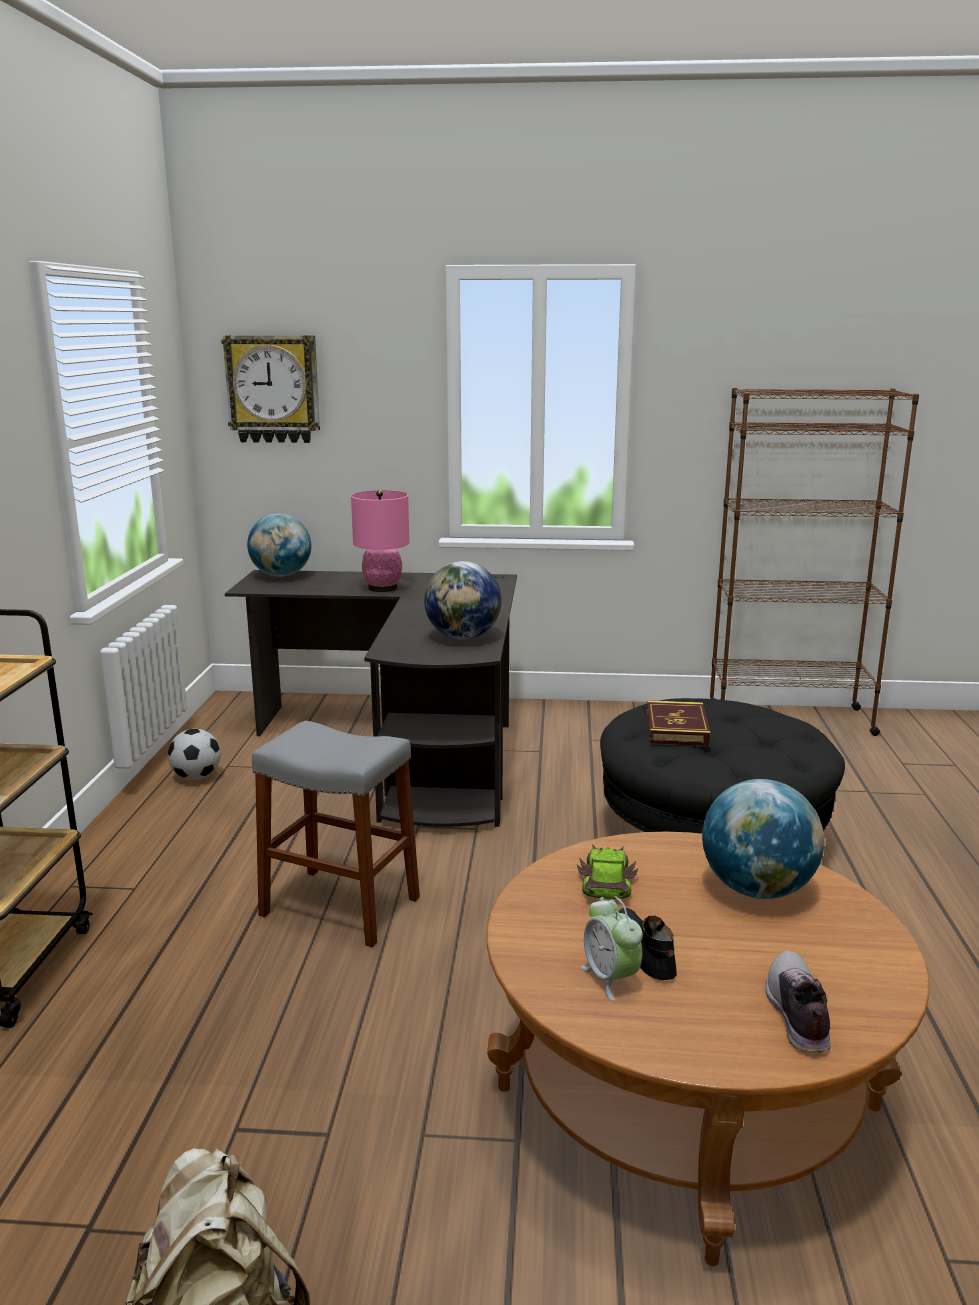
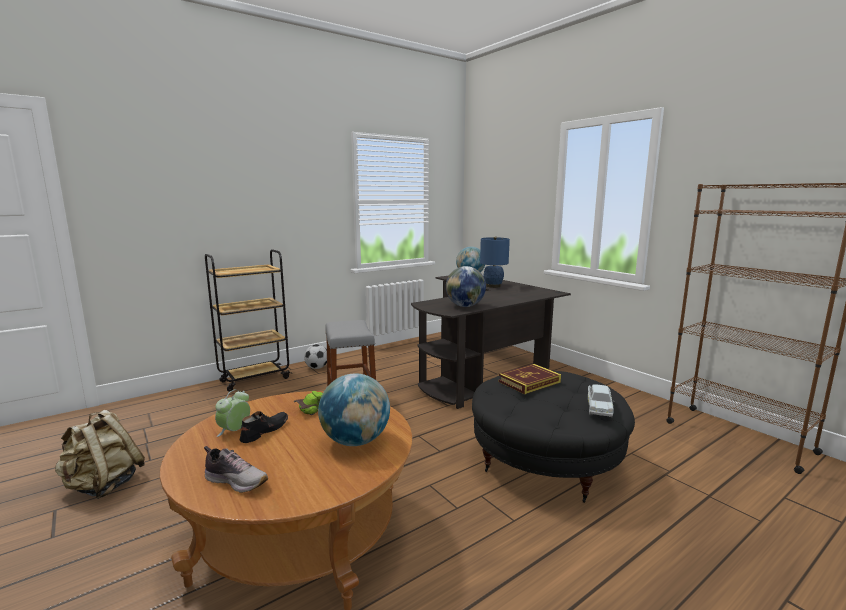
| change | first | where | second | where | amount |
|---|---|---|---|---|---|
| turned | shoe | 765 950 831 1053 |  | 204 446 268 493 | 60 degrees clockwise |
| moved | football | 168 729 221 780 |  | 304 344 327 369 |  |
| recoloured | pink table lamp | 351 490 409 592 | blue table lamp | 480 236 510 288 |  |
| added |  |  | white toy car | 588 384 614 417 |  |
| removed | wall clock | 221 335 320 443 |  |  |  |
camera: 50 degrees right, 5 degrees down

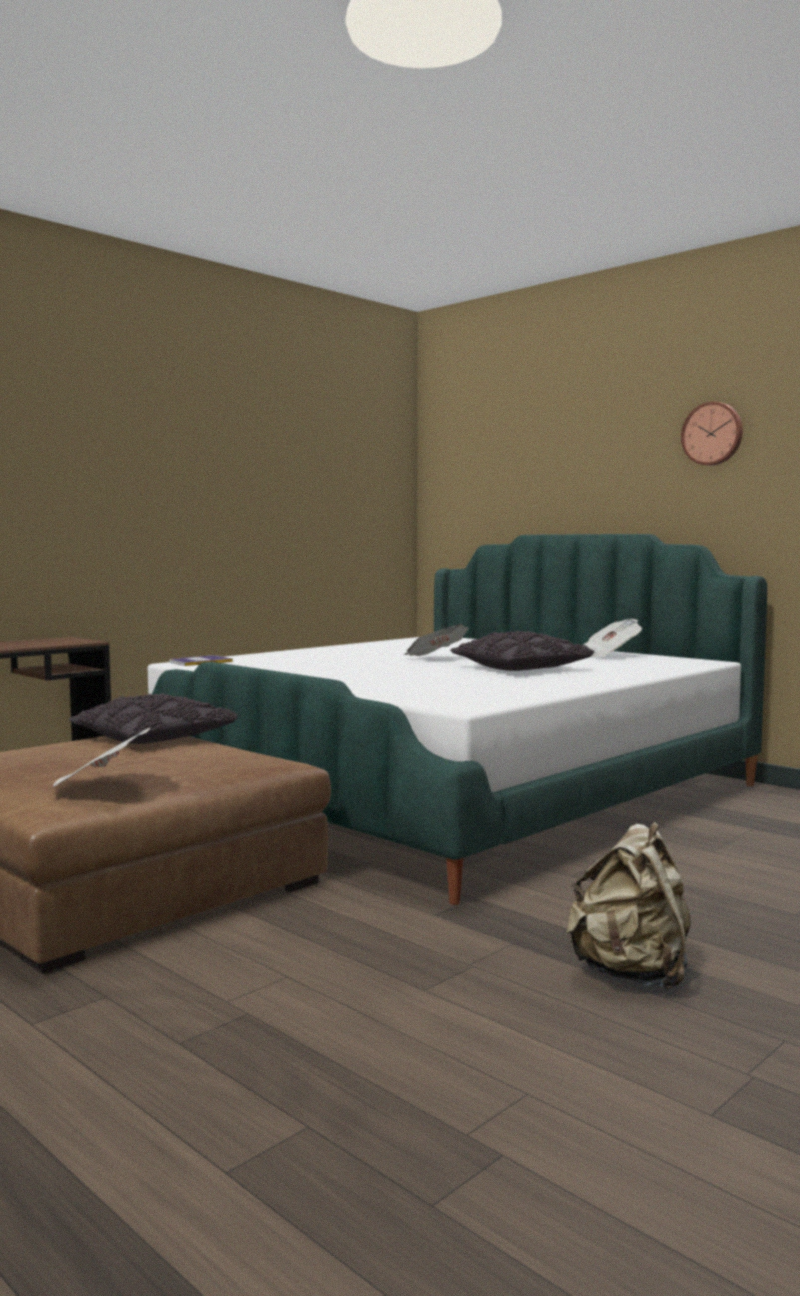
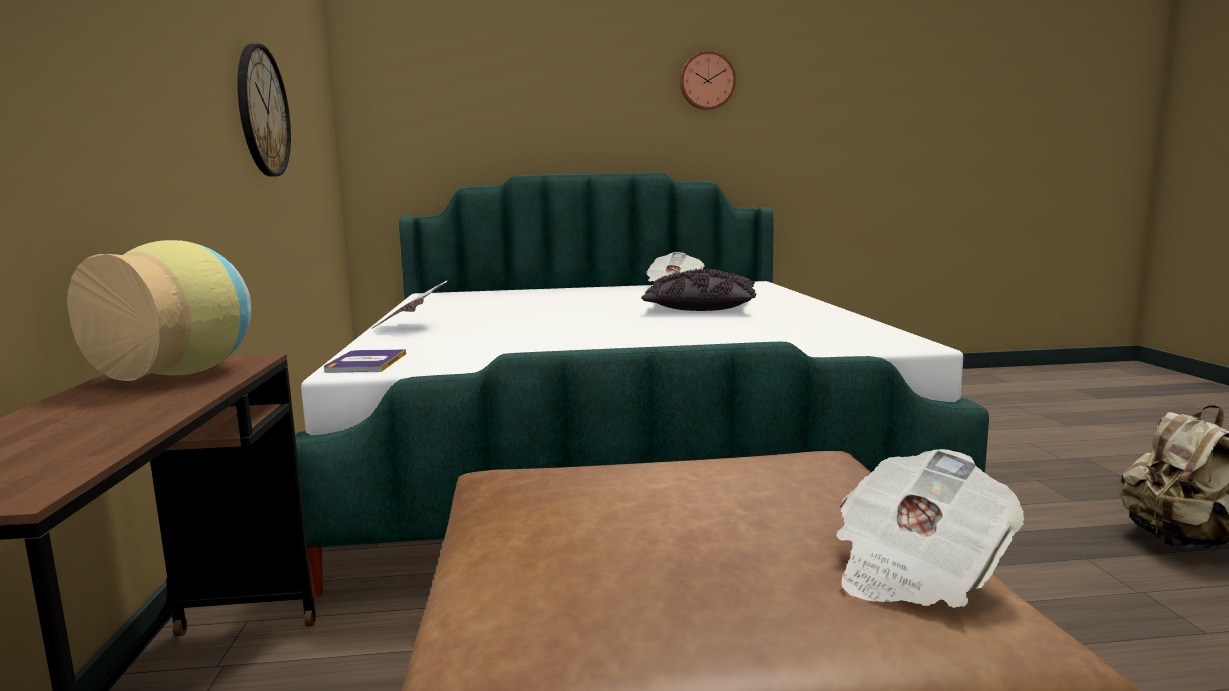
| change | first | where | second | where | amount |
|---|---|---|---|---|---|
| added |  |  | vase | 67 240 251 381 |  |
| added |  |  | wall clock | 237 44 291 177 |  |
| moved | newspaper | 404 624 469 656 |  | 372 280 448 328 |  |
| removed | black pillow | 69 693 238 744 |  |  |  |
camera: 50 degrees left, 5 degrees up

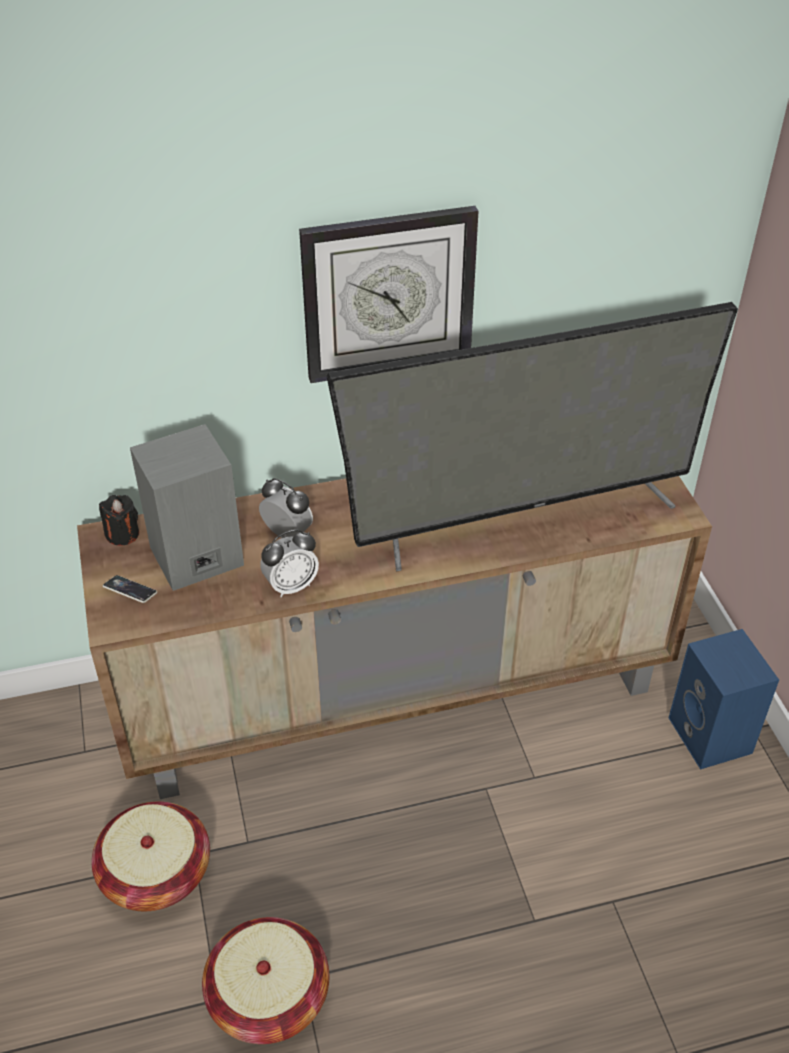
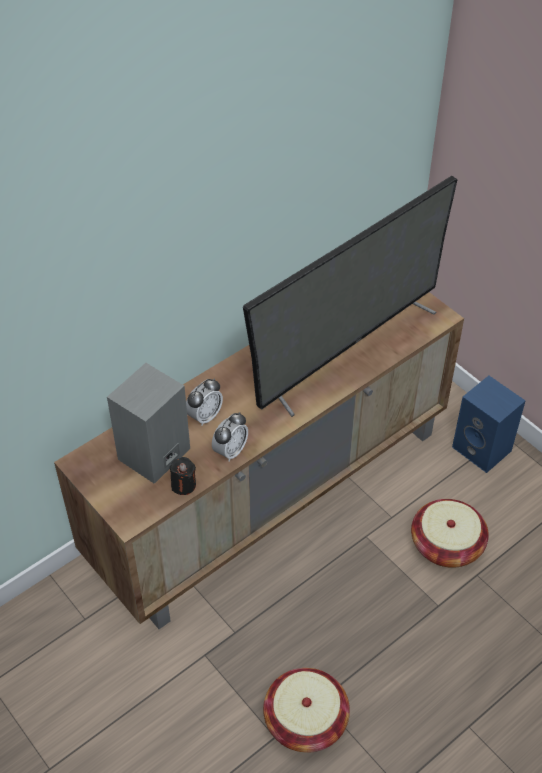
| change | first | where | second | where | amount |
|---|---|---|---|---|---|
| moved | black candle | 99 495 139 546 |  | 170 457 196 495 |  |
| turned | alarm clock | 259 478 313 538 |  | 186 378 223 426 | 120 degrees clockwise |
| moved | basket | 91 801 210 911 |  | 411 499 489 568 |  |
| removed | phone | 103 575 157 603 |  |  |  |
| removed | wall clock | 299 206 479 383 |  |  |  |
camera: 25 degrees left, 5 degrees up

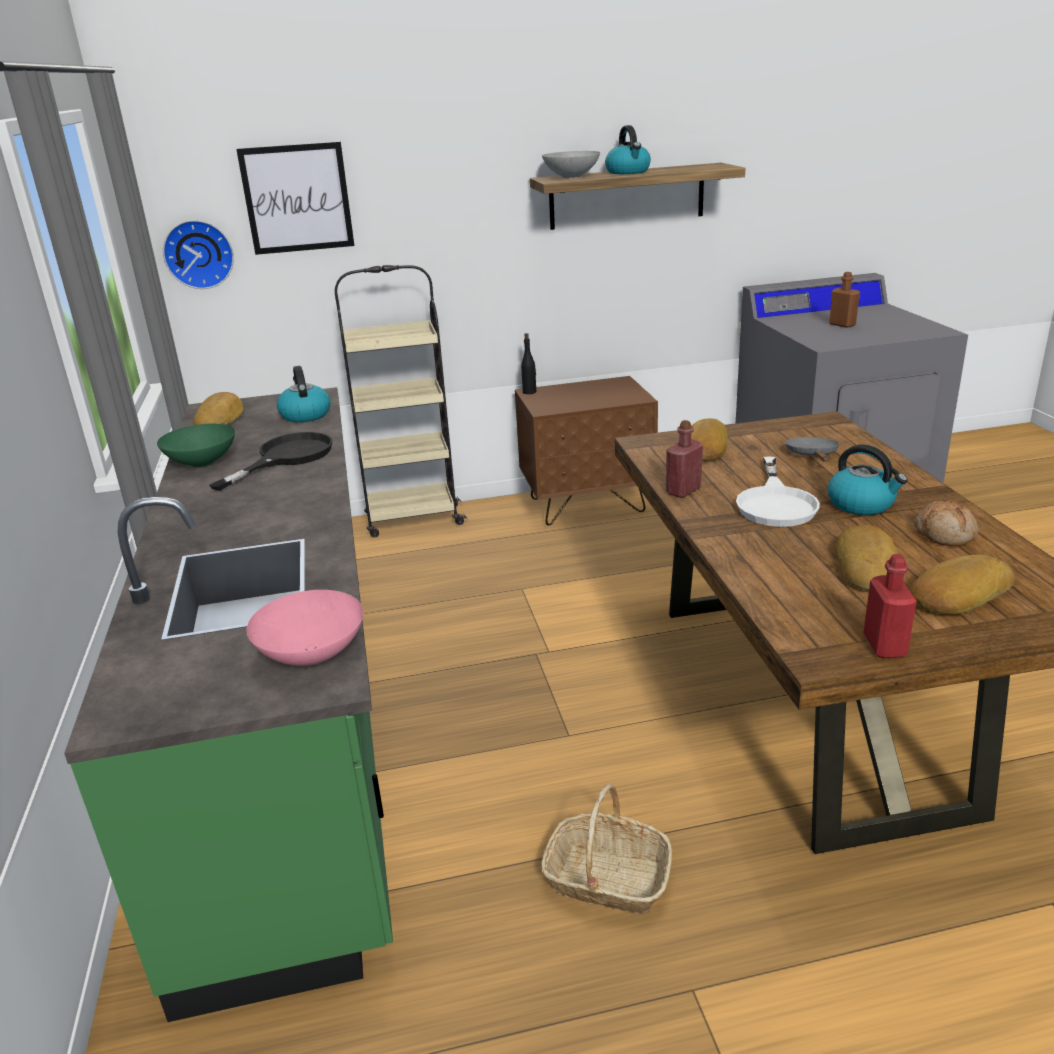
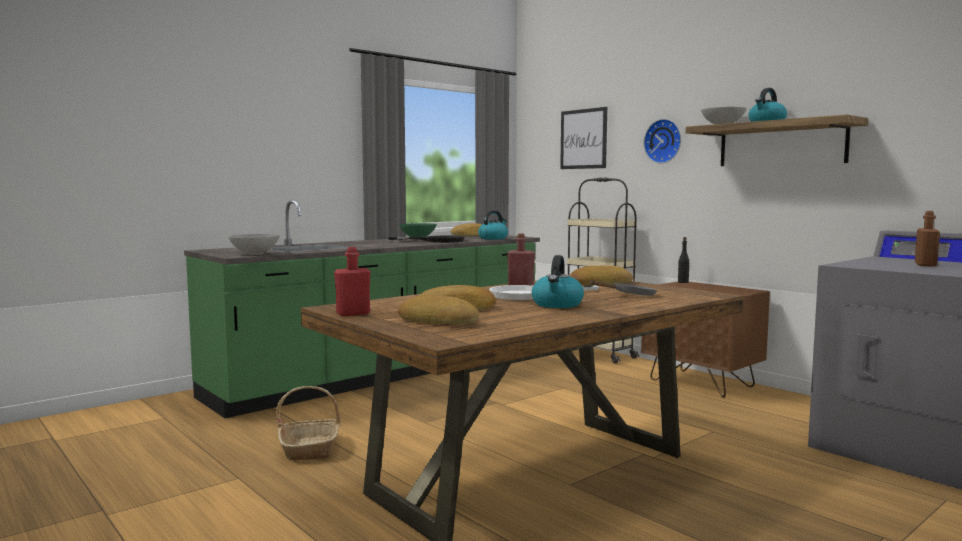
| change | first | where | second | where | amount |
|---|---|---|---|---|---|
| recoloured | pink bowl | 246 590 363 666 | grey bowl | 228 234 280 255 |  |
| moved | wall clock | 163 220 234 289 |  | 644 119 681 164 |  |
| removed | bread | 914 500 978 546 |  |  |  |
camera: 60 degrees right, 20 degrees down

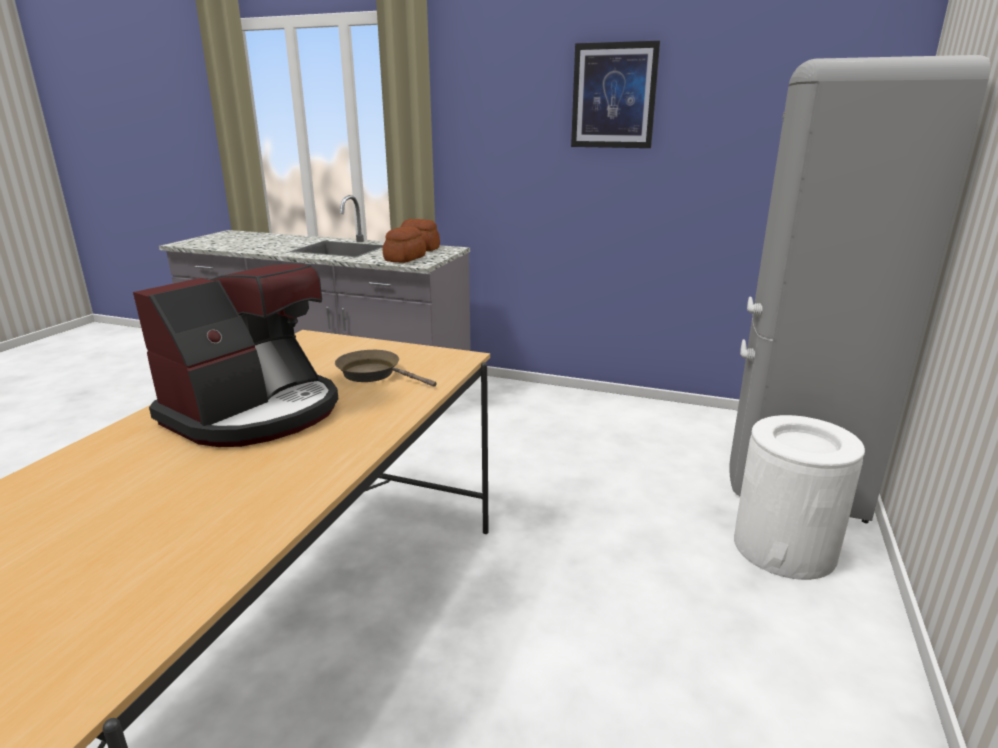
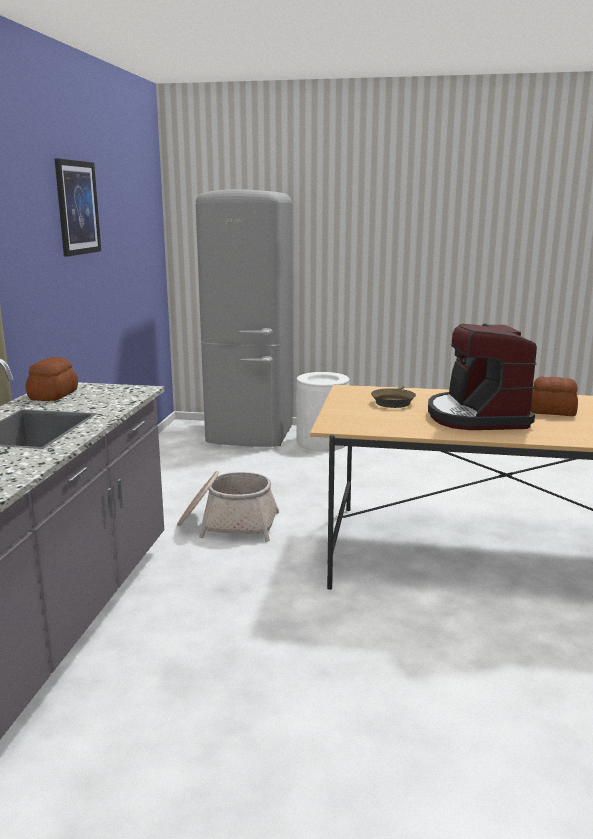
| change | first | where | second | where | amount |
|---|---|---|---|---|---|
| added |  |  | basket | 177 471 279 542 |  |
| turned | coffee machine | 133 263 338 447 |  | 428 323 537 430 | 120 degrees counterclockwise |
| moved | bread | 382 226 426 263 |  | 530 376 578 416 |  |
camera: 100 degrees left, 5 degrees down

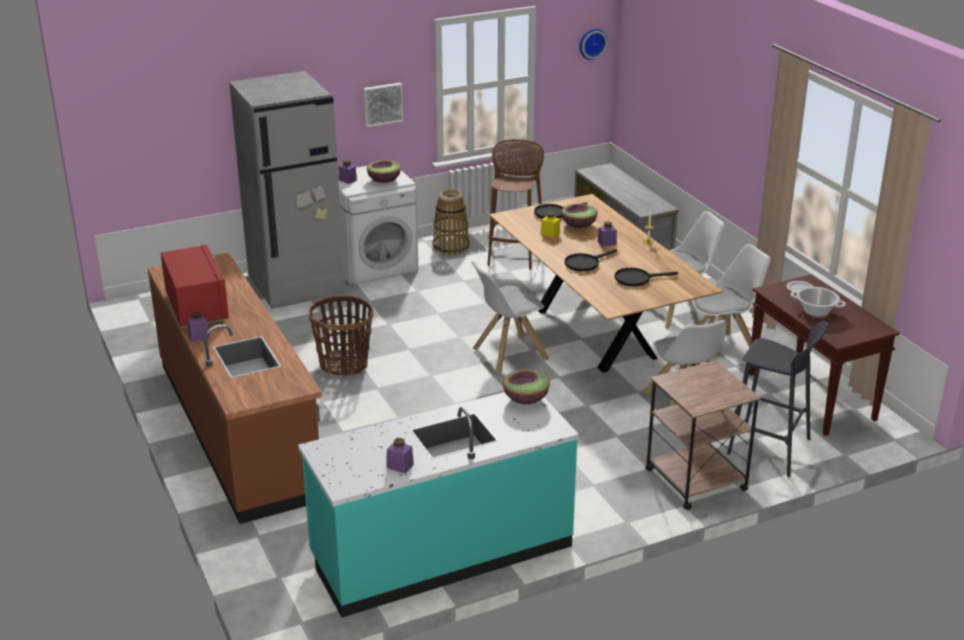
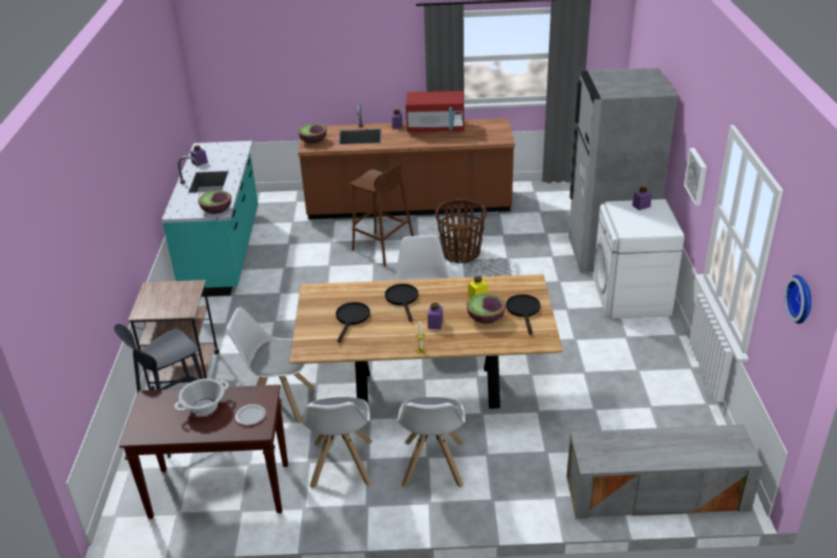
| change | first | where | second | where | amount |
|---|---|---|---|---|---|
| moved | bowl | 367 160 401 183 |  | 298 124 327 143 |  |
| moved | brown stool | 488 139 544 269 |  | 351 157 414 266 |  |
| removed | basket | 433 189 470 255 |  |  |  |
camera: 115 degrees right, 5 degrees up

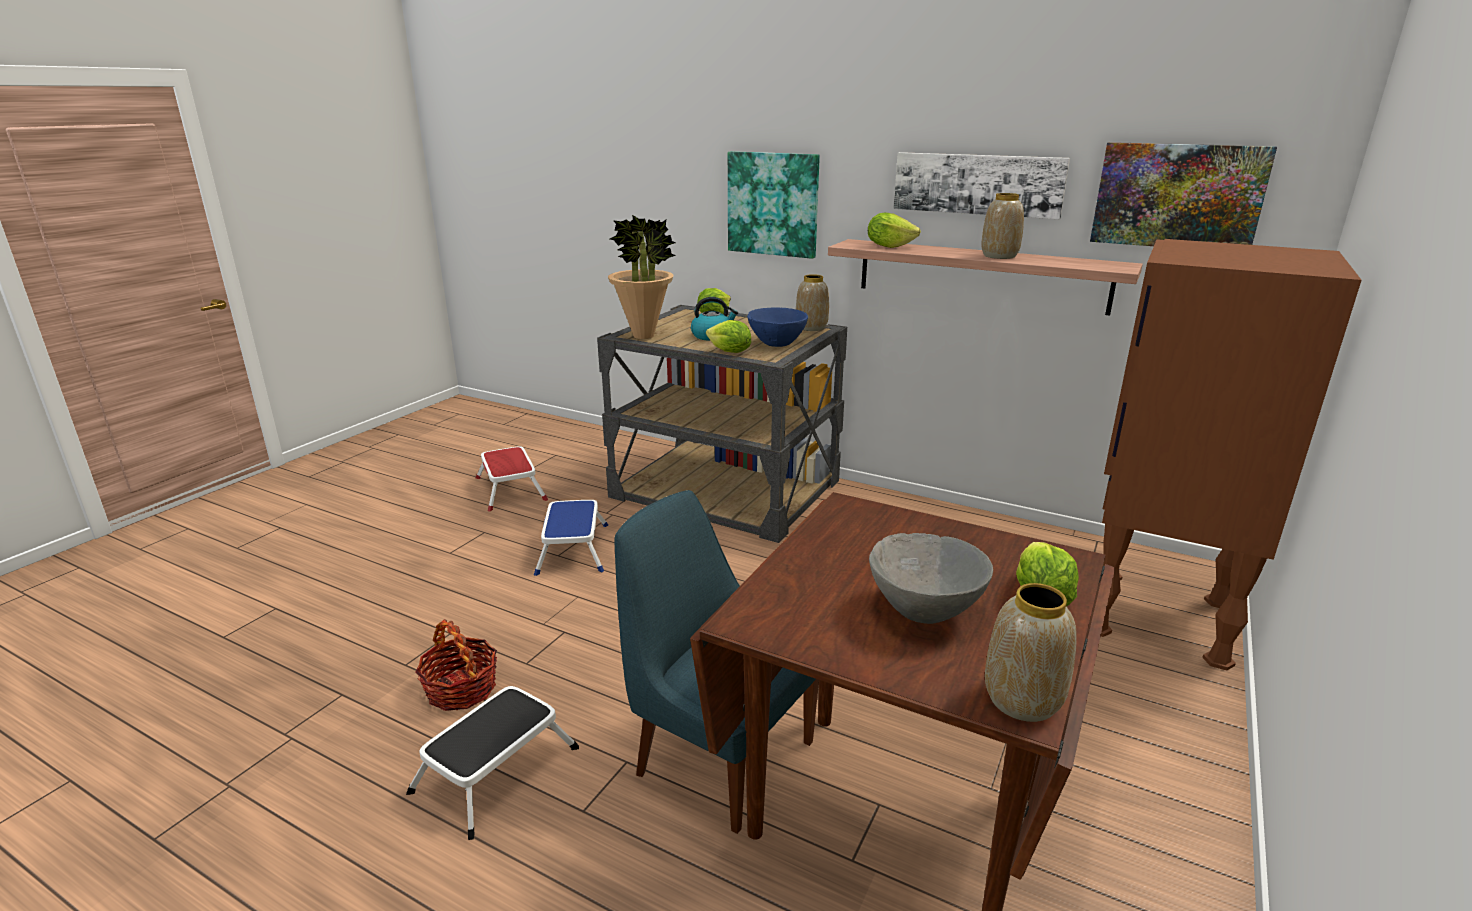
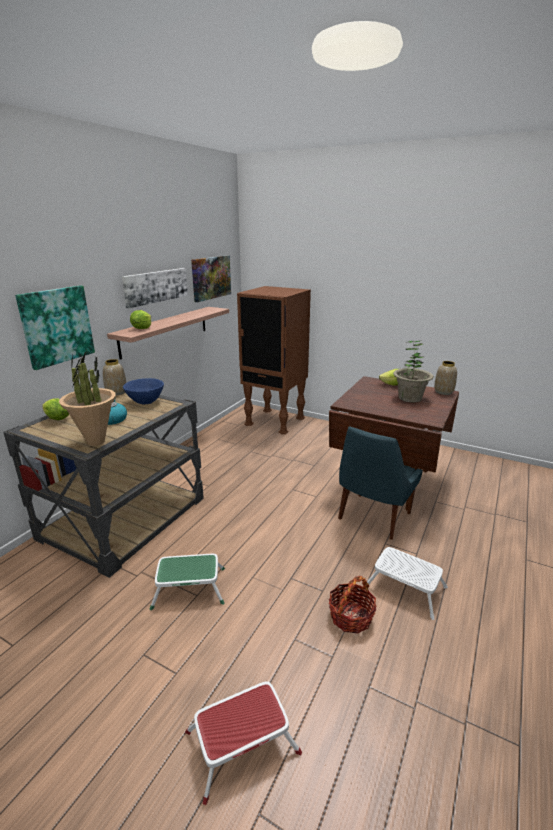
| change | first | where | second | where | amount |
|---|---|---|---|---|---|
| recoloured | blue step ladder | 534 500 608 576 | green step ladder | 150 554 225 610 |  |
| moved | red step ladder | 476 446 548 511 |  | 185 681 302 805 |  |
| recoloured | black step ladder | 406 686 579 840 | white step ladder | 366 547 448 620 |  |
| replaced | grey bowl | 869 533 993 624 | potted plant | 393 340 434 403 |  |
| removed | lettuce | 706 320 751 353 |  |  |  |
| removed | vase | 981 193 1024 259 |  |  |  |
camera: 90 degrees left, 0 degrees up

